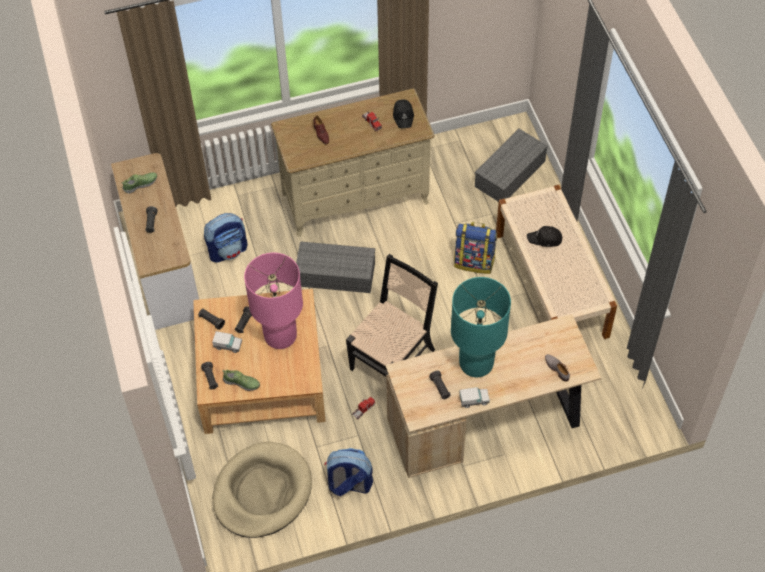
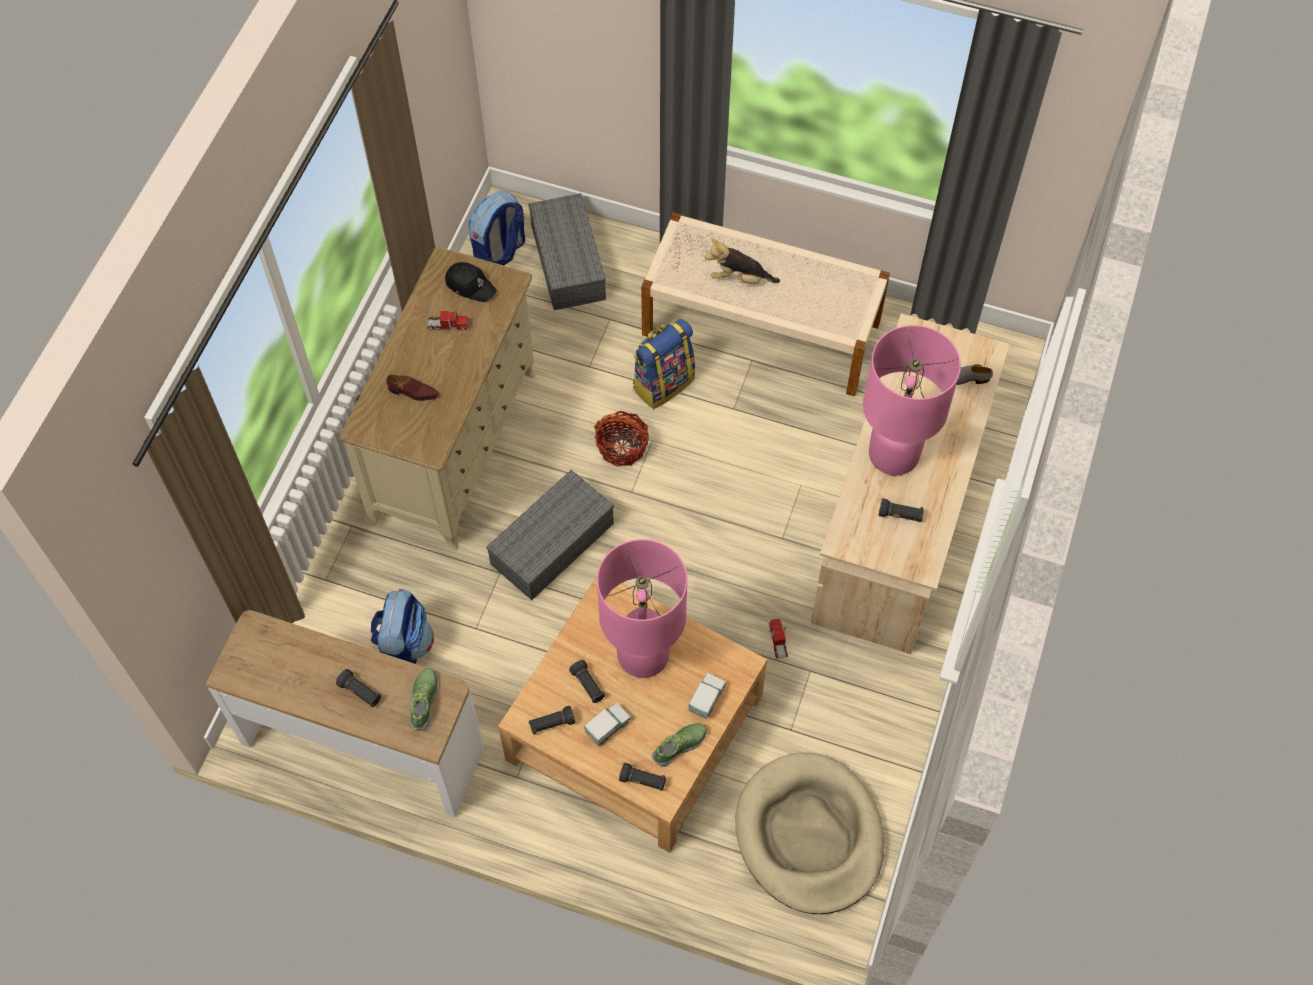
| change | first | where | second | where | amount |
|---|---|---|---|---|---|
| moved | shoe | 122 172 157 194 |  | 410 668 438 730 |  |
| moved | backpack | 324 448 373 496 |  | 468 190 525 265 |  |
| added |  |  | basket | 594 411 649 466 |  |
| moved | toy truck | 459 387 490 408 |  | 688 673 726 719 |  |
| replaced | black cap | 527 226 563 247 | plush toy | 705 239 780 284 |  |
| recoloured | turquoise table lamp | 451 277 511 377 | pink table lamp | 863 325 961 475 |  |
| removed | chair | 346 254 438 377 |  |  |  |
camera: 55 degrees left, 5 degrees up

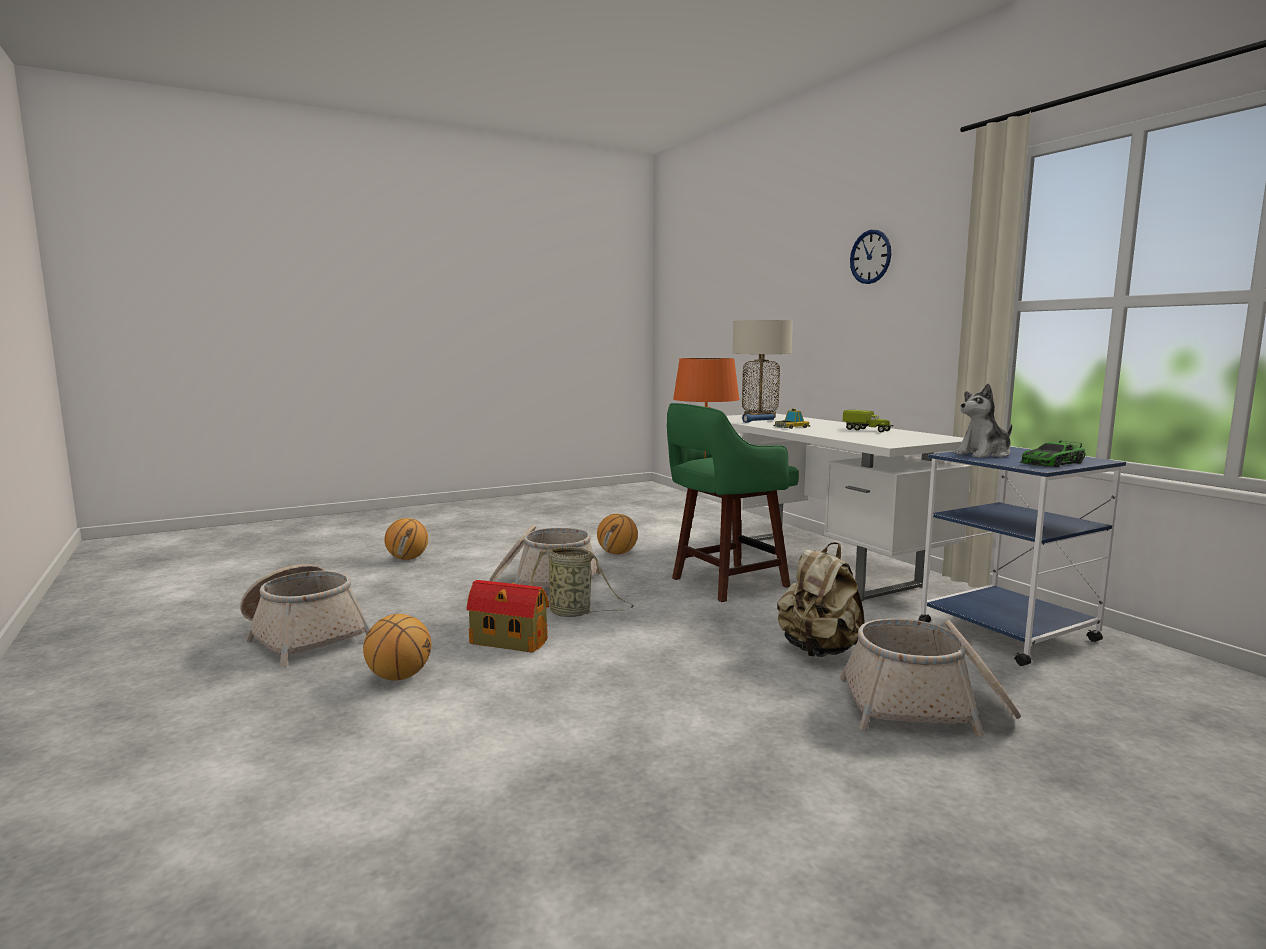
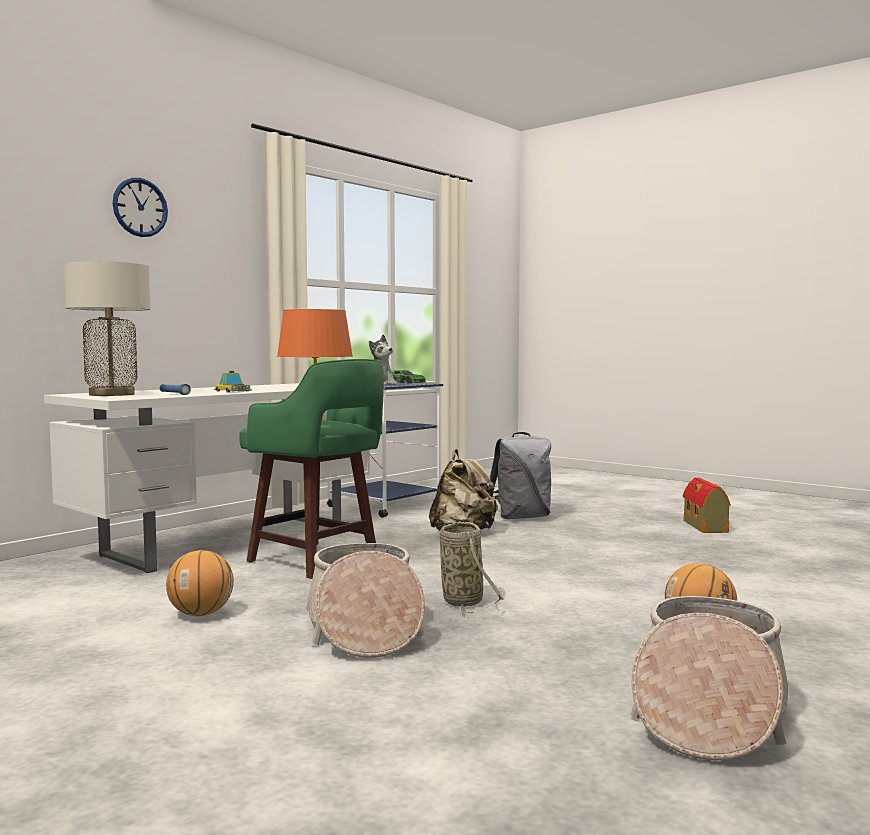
| change | first | where | second | where | amount |
|---|---|---|---|---|---|
| replaced | basket | 840 619 1021 737 | grey backpack | 489 432 551 519 |  |
| moved | toy house | 466 580 549 653 |  | 683 478 731 533 |  |
| removed | basketball | 384 518 428 560 |  |  |  |
| removed | toy truck | 843 410 893 432 |  |  |  |
camera: 110 degrees left, 5 degrees down

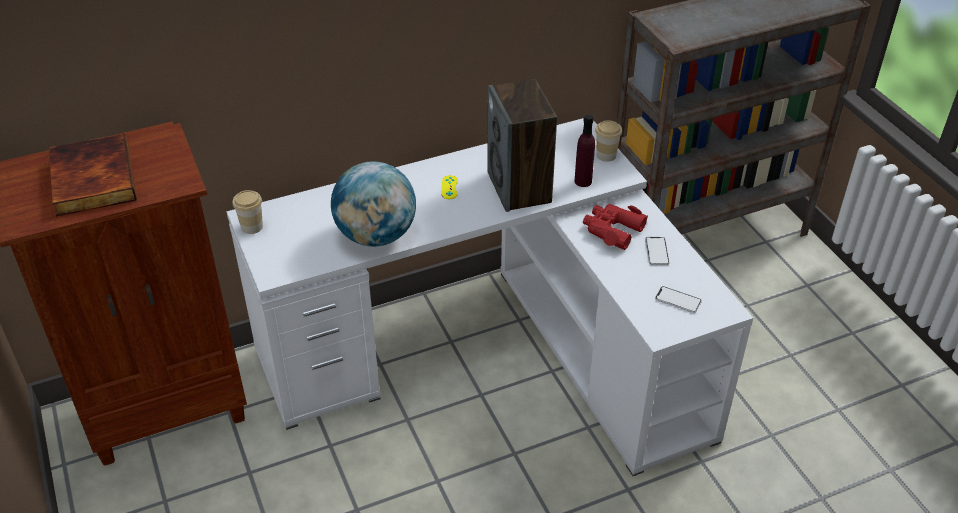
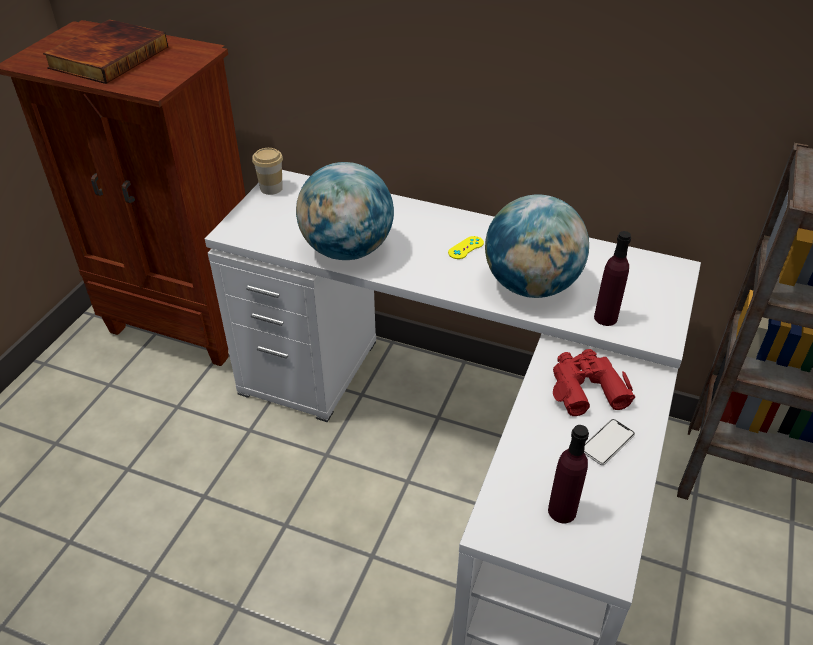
| change | first | where | second | where | amount |
|---|---|---|---|---|---|
| replaced | speaker | 487 79 557 212 | globe | 485 194 589 298 |  |
| replaced | phone | 655 286 702 313 | purple bottle | 548 425 589 523 |  |
| removed | cup | 595 120 622 162 |  |  |  |
camera: 45 degrees right, 0 degrees up

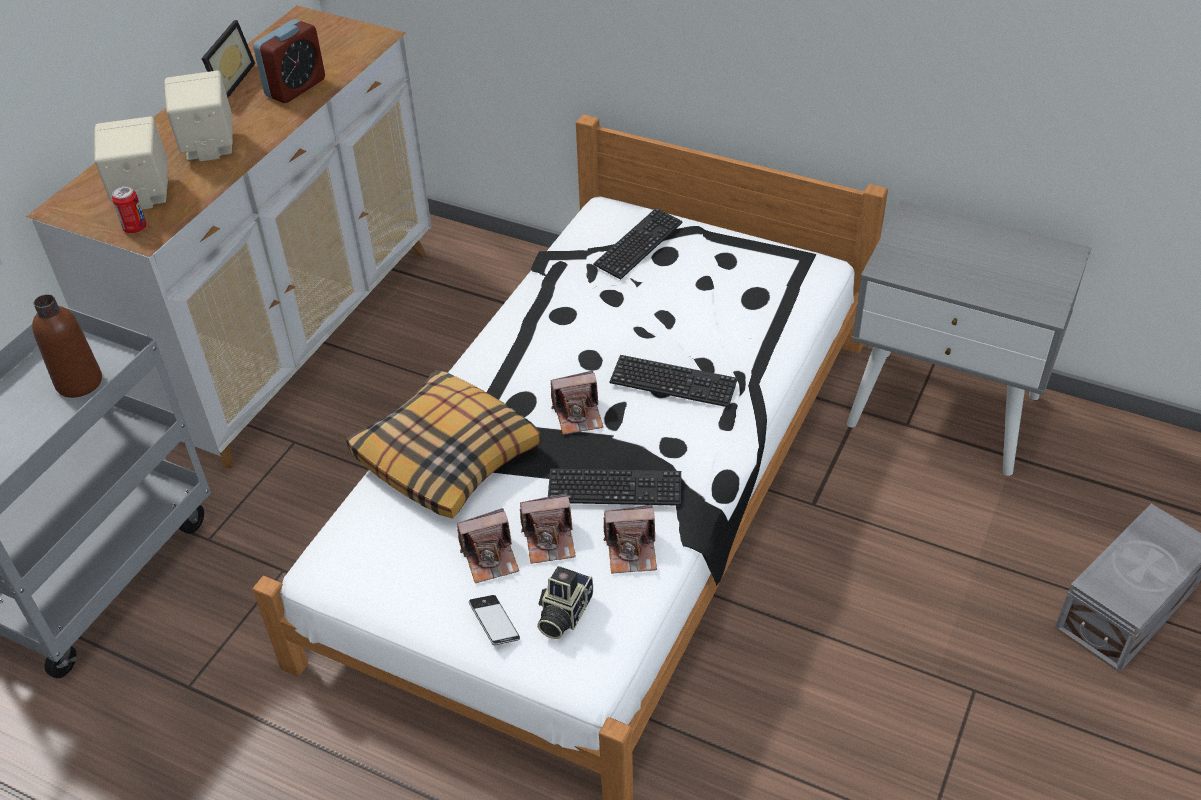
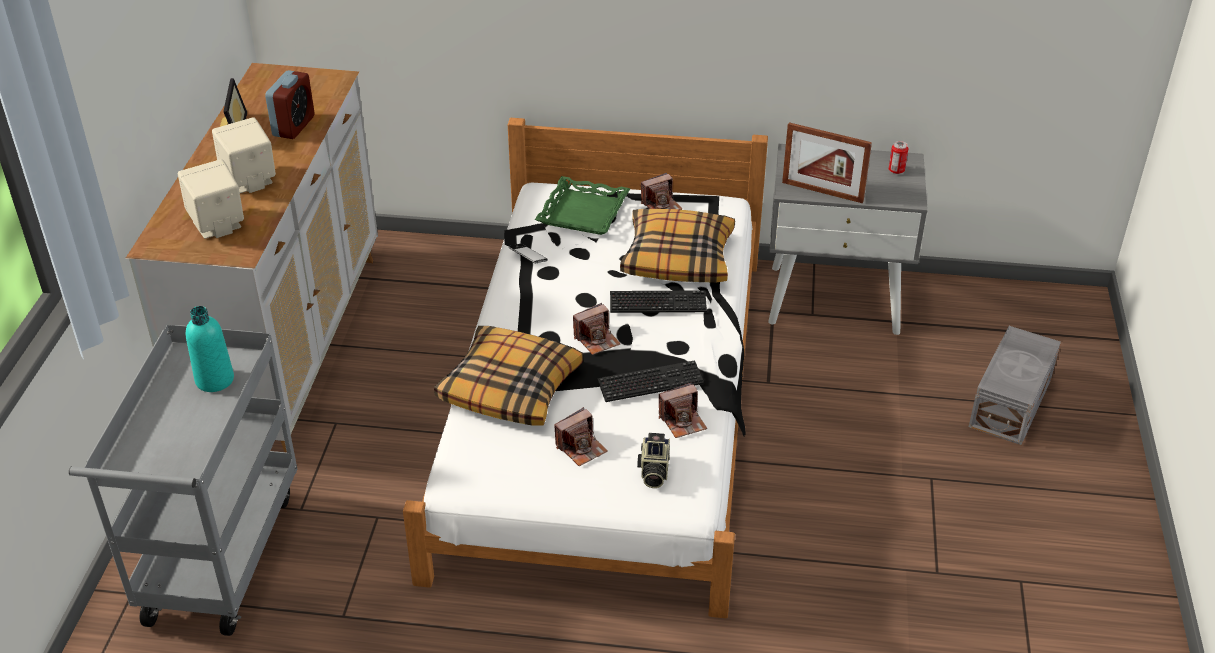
| change | first | where | second | where | amount |
|---|---|---|---|---|---|
| recoloured | brown bottle | 32 294 102 398 | turquoise bottle | 186 306 234 392 |  |
| moved | phone | 469 595 520 645 |  | 508 244 548 263 |  |
| replaced | keyboard | 593 208 683 280 | green tray | 535 176 630 235 |  |
| added |  |  | pillow | 620 209 735 283 |  |
| moved | photo camera | 520 493 576 564 |  | 641 173 682 210 |  |
| added |  |  | picture frame | 782 122 872 203 |  |
| moved | can | 112 186 147 233 |  | 889 141 908 174 |  |
camera: 20 degrees left, 5 degrees down

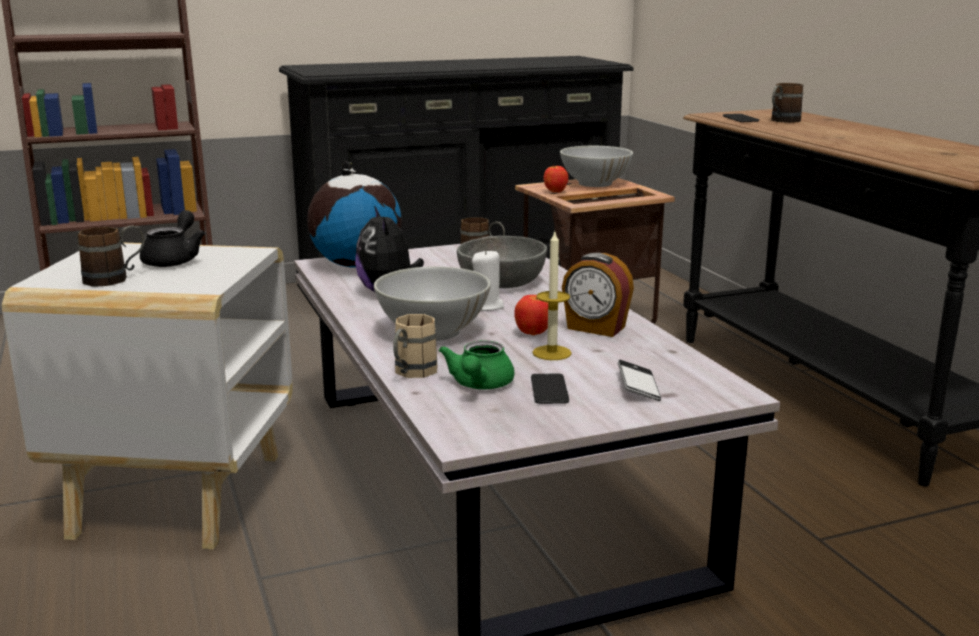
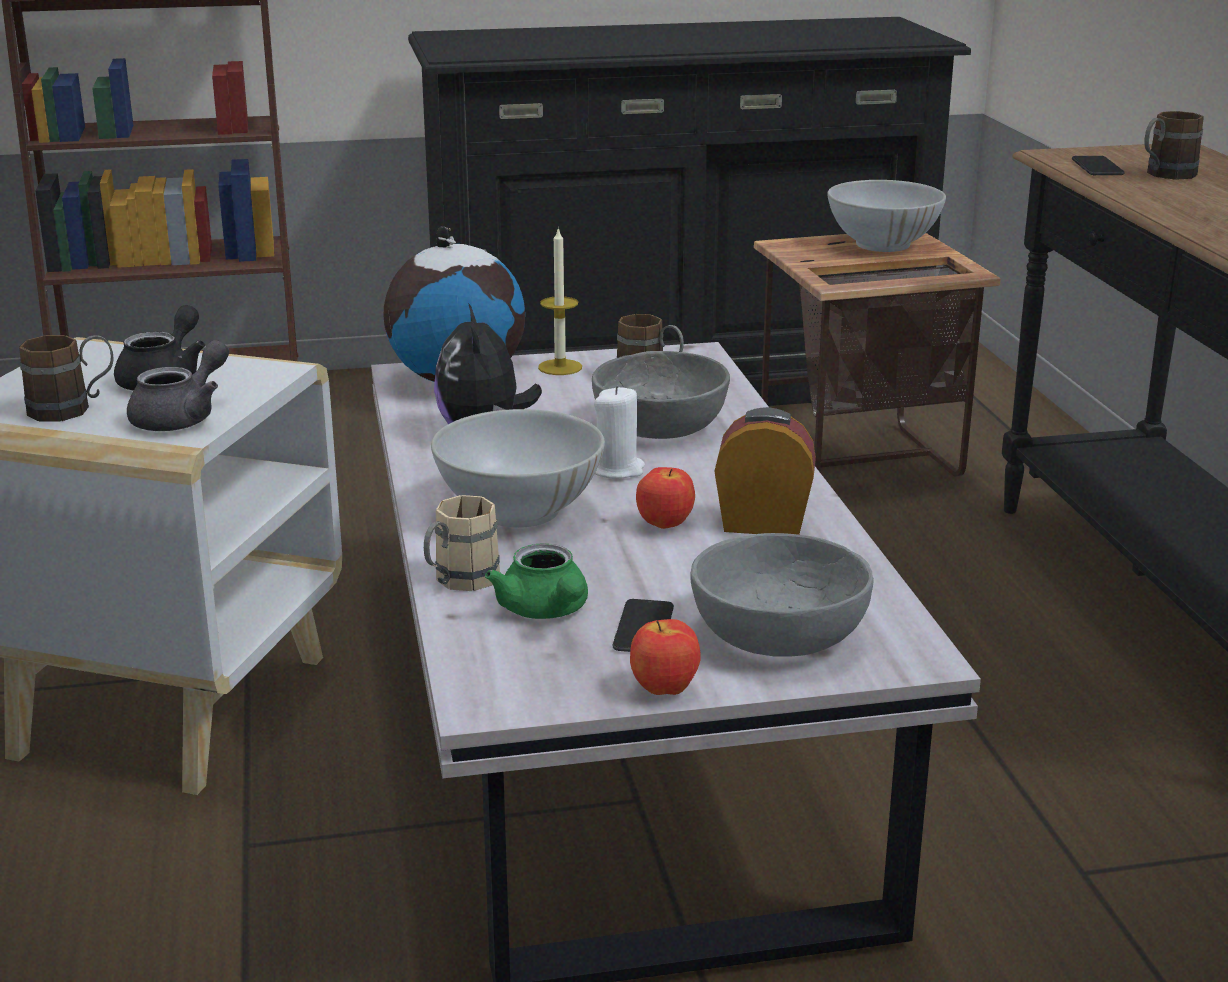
| change | first | where | second | where | amount |
|---|---|---|---|---|---|
| added |  |  | grey teapot | 127 340 229 431 |  |
| turned | green teapot | 439 340 515 389 |  | 485 543 588 619 | 45 degrees counterclockwise |
| moved | candle | 533 232 572 360 |  | 538 227 582 375 |  |
| moved | apple | 544 164 568 193 |  | 630 619 701 695 |  |
| replaced | phone | 618 360 661 401 | grey bowl | 690 533 874 657 |  |
| turned | alarm clock | 562 253 634 337 |  | 714 407 816 535 | 150 degrees clockwise |
camera: 10 degrees right, 5 degrees up

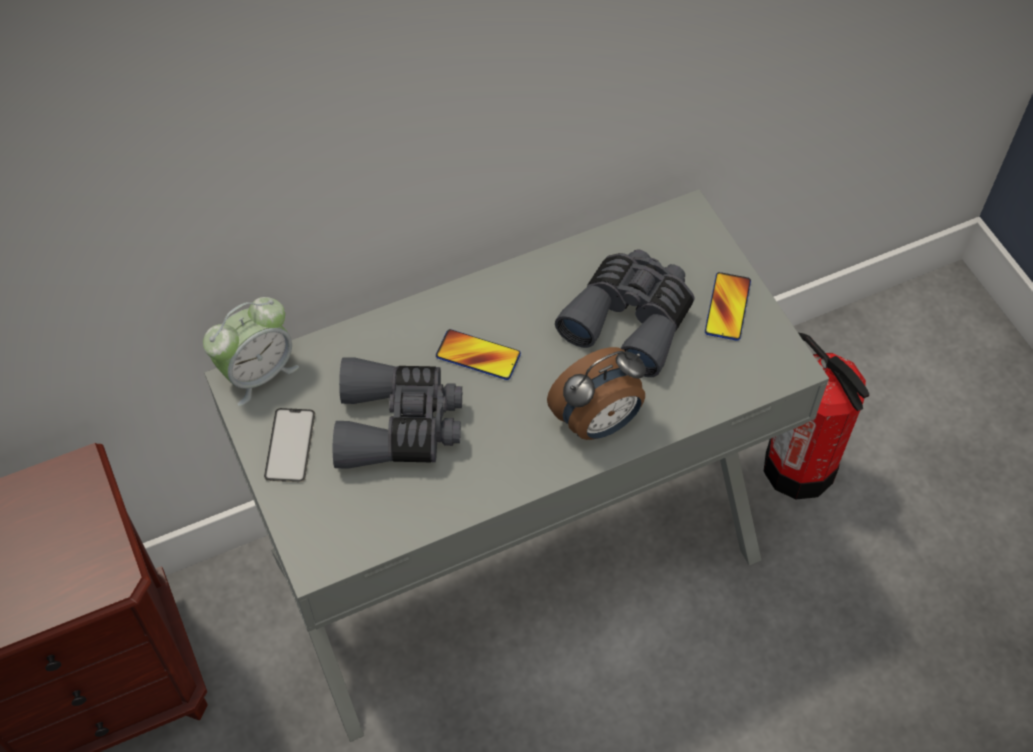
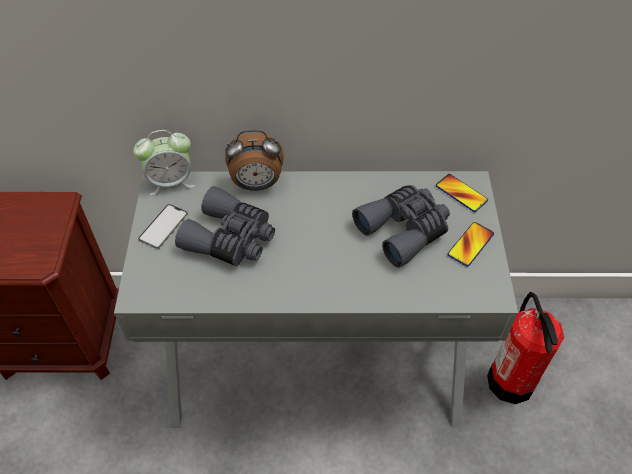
| change | first | where | second | where | amount |
|---|---|---|---|---|---|
| moved | alarm clock | 547 347 646 440 |  | 225 130 284 191 |  |
| moved | phone | 436 329 521 380 |  | 436 174 488 212 |  |
camera: 25 degrees right, 5 degrees down

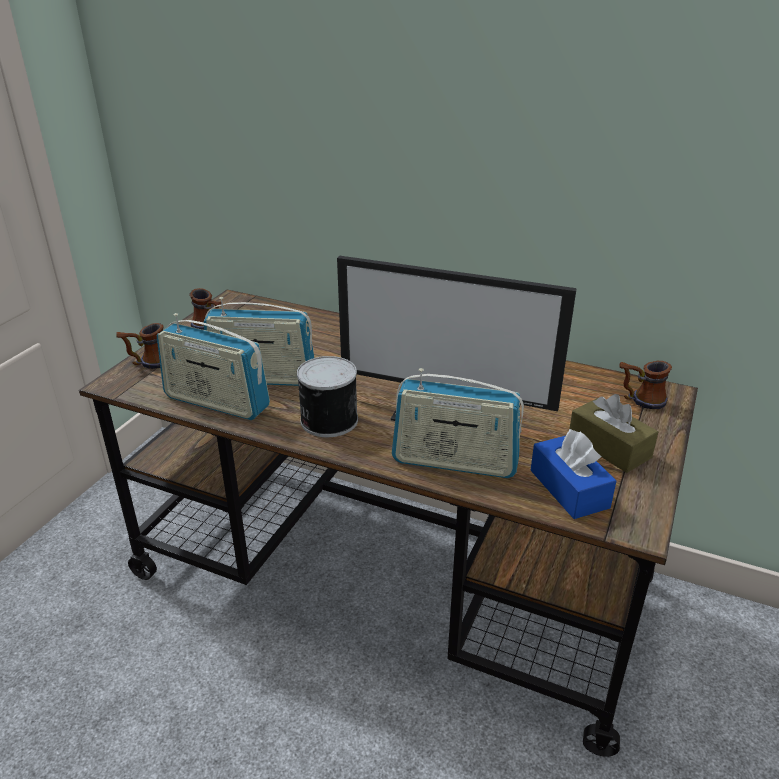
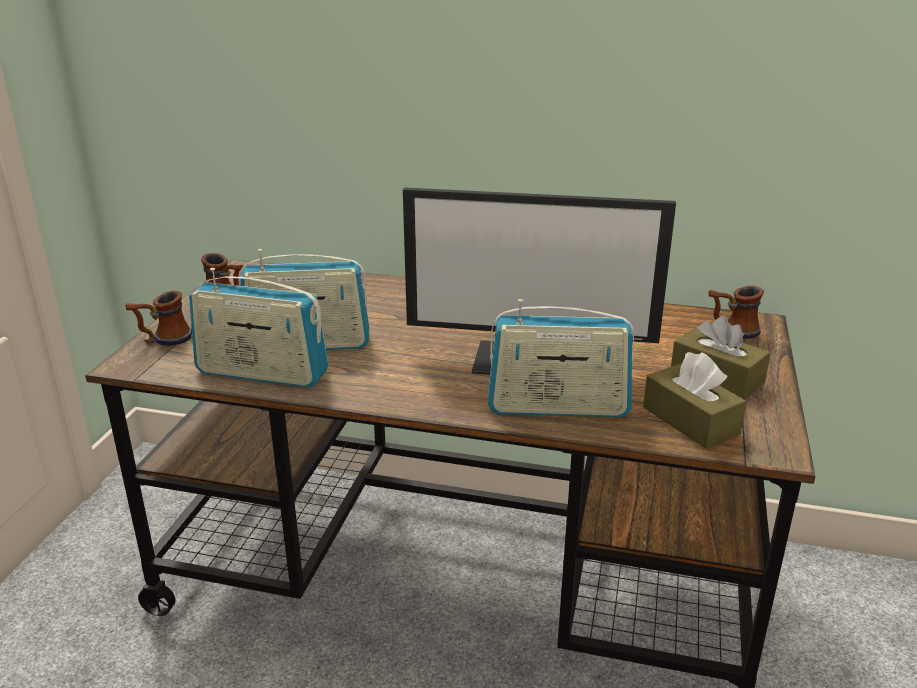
| change | first | where | second | where | amount |
|---|---|---|---|---|---|
| recoloured | blue tissue box | 531 429 616 519 | brown tissue box | 643 352 747 449 |  |
| removed | can | 297 356 358 437 |  |  |  |
camera: 10 degrees left, 5 degrees down

